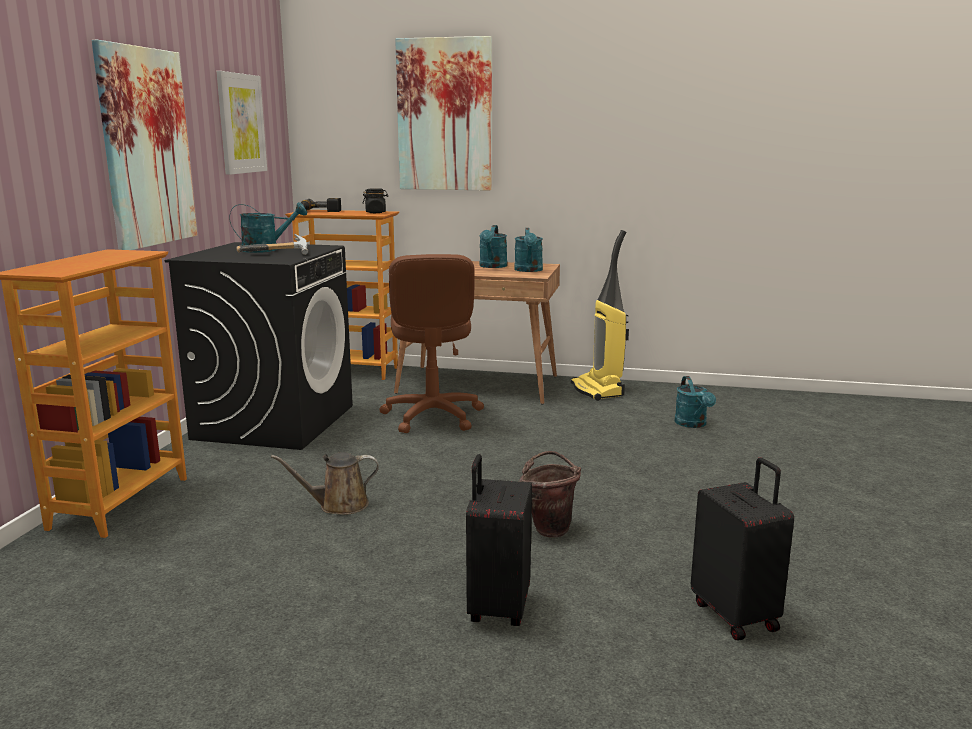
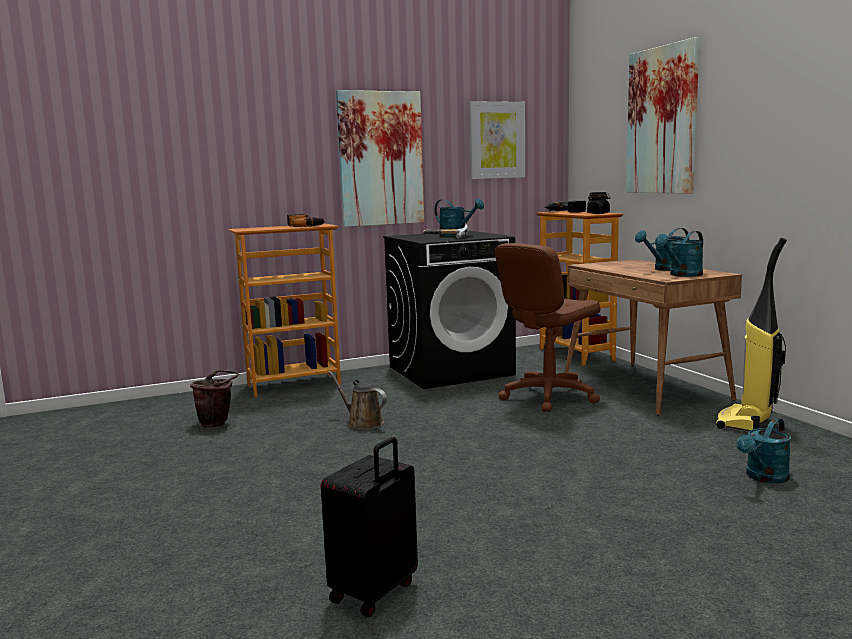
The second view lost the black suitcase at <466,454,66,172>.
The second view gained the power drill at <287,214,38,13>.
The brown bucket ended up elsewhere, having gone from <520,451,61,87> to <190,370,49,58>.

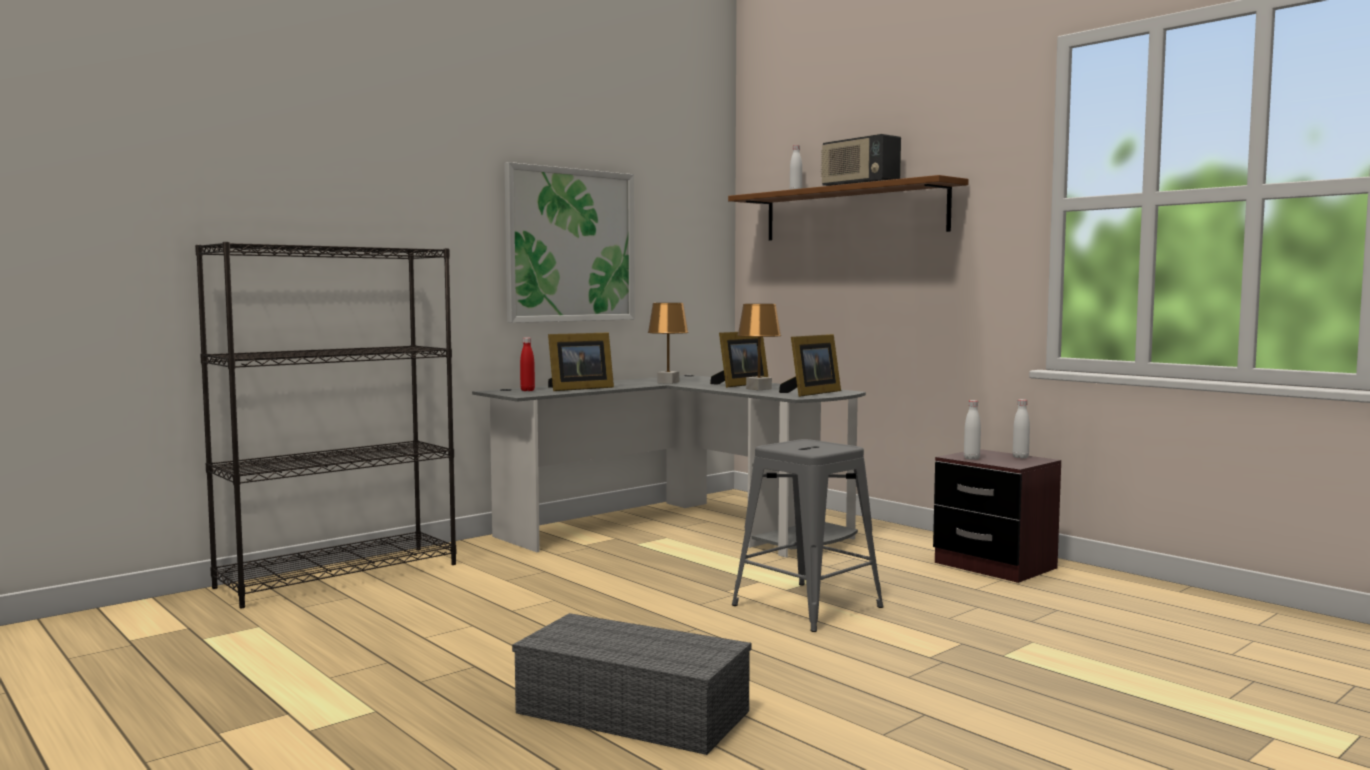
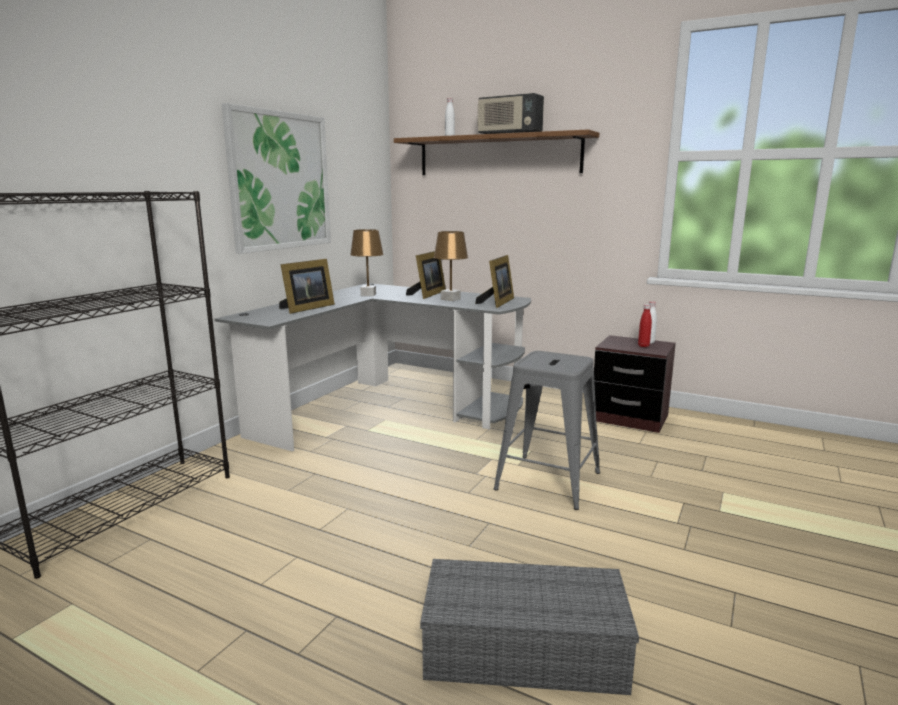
The second view lost the white bottle at <964,400,17,60>.
The red bottle ended up elsewhere, having gone from <520,338,15,53> to <638,304,14,43>.

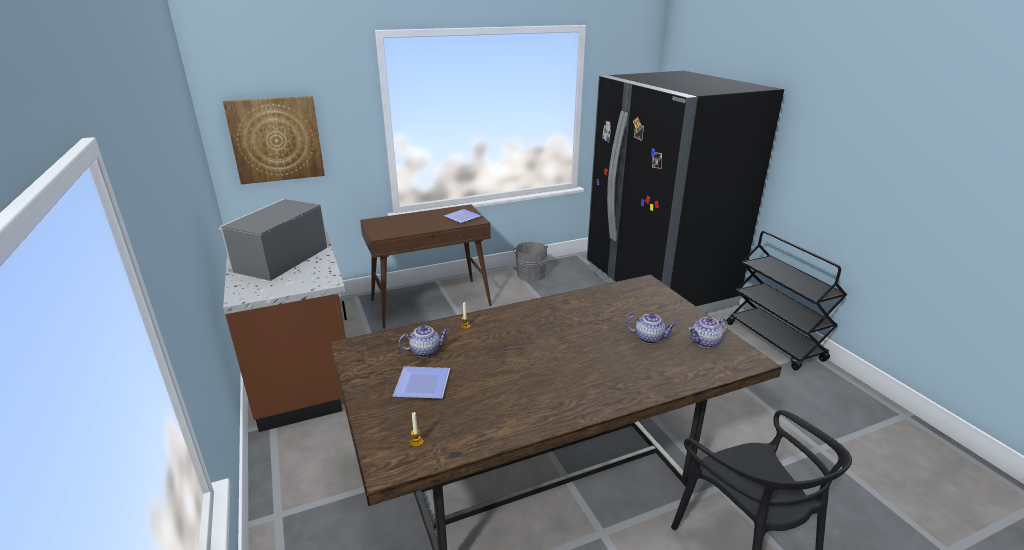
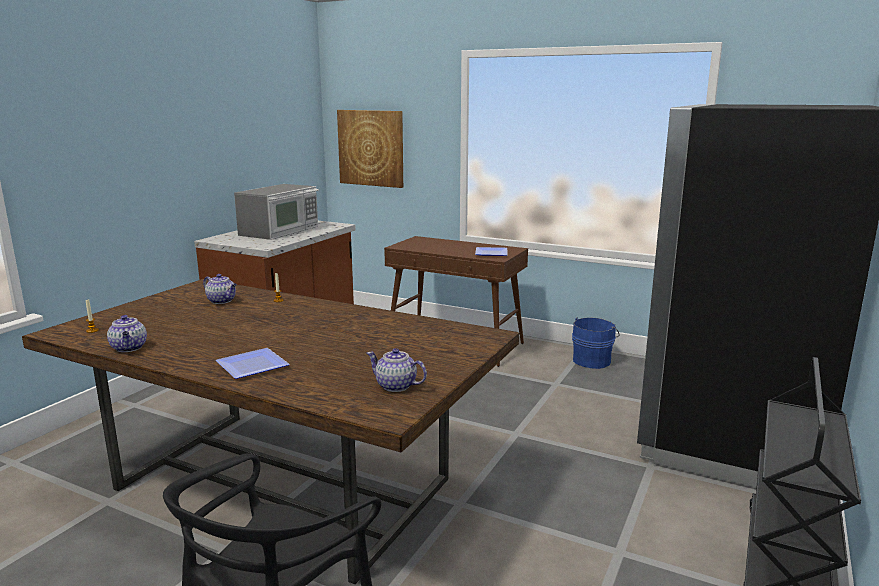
The plate ended up elsewhere, having gone from <393,366,57,33> to <215,348,75,31>.
The teapot ended up elsewhere, having gone from <626,313,51,31> to <107,315,40,37>.
What was the grey bucket at <513,242,35,39> turned into the blue bucket at <572,317,47,52>.
The microwave at <218,199,109,82> ended up facing another way, 135 degrees clockwise from before.

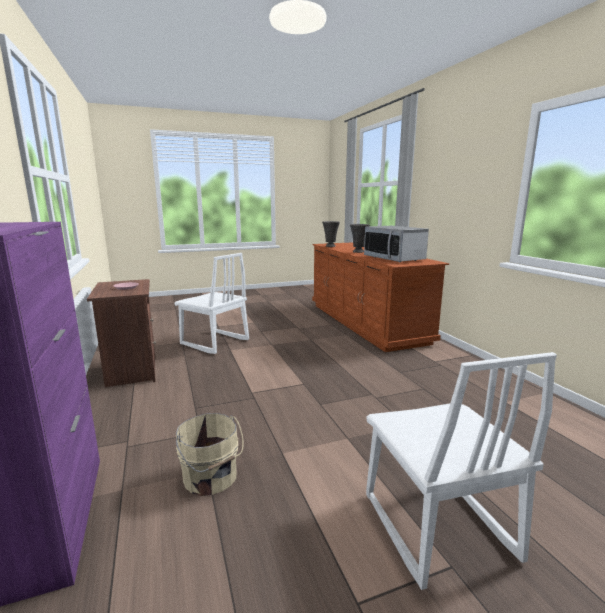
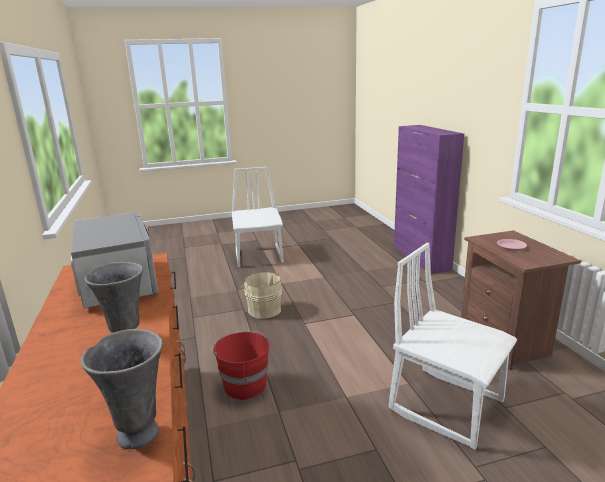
The second view gained the red bucket at <212,331,58,69>.
The beige bucket ended up elsewhere, having gone from <176,413,67,83> to <241,272,41,47>.

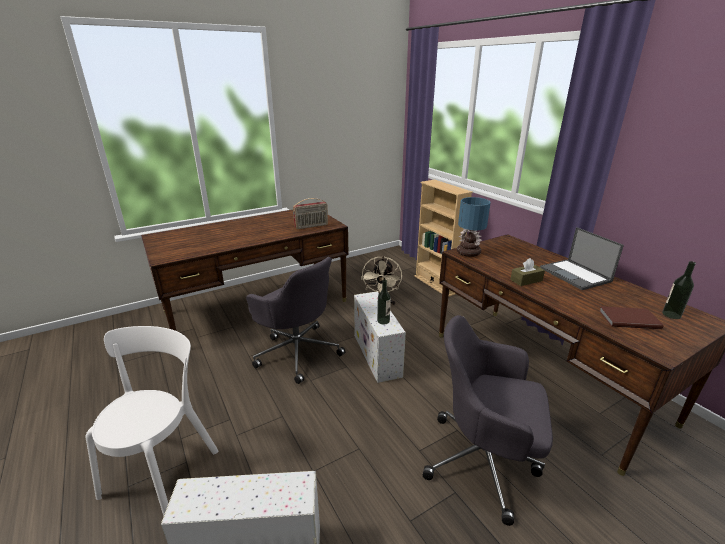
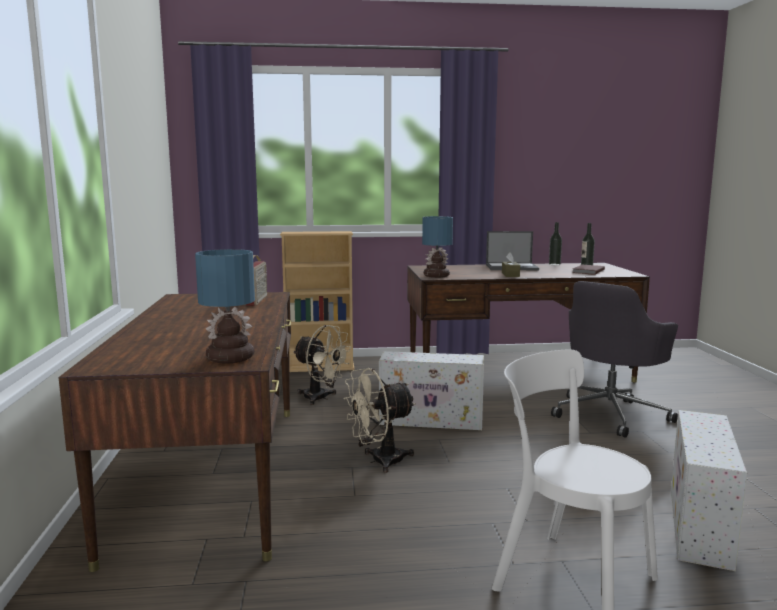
The second view gained the table lamp at <195,249,60,114>.
The bottle ended up elsewhere, having gone from <377,280,14,45> to <549,222,13,43>.
Where the grey office chair stood at <246,257,100,127>, the beige fan came to stand at <344,368,71,105>.

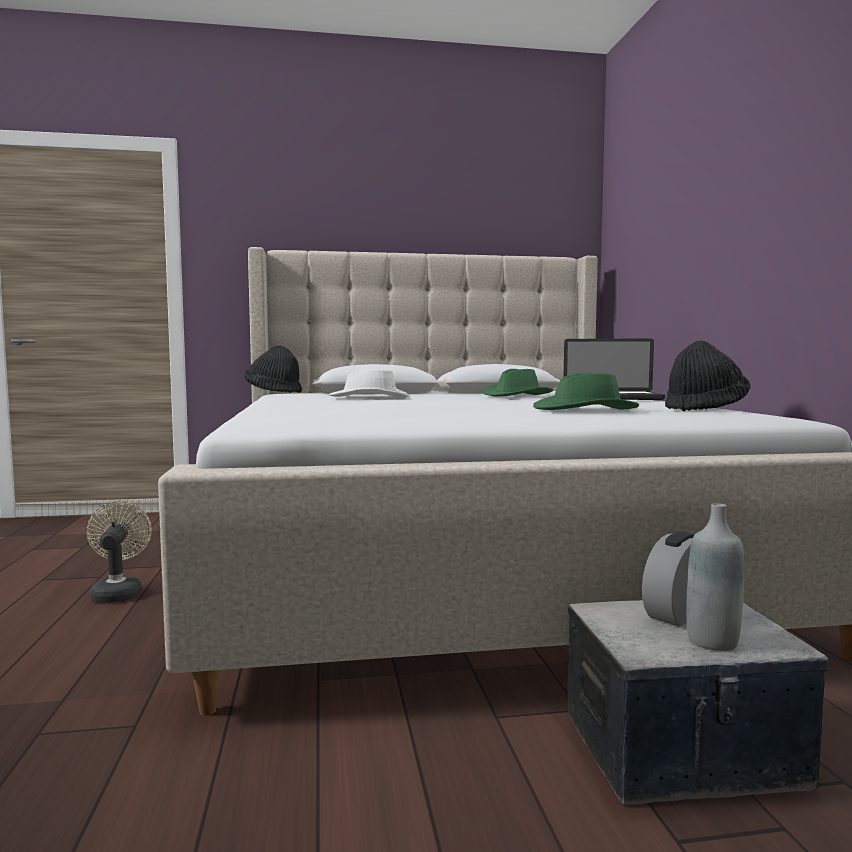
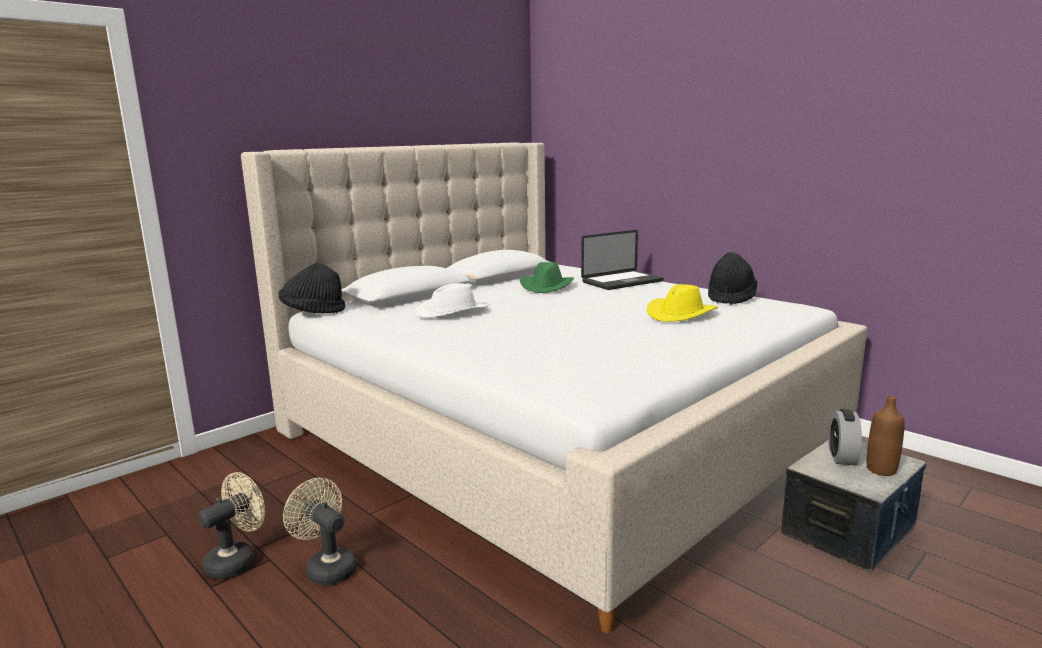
The second view gained the beige fan at <198,472,67,107>.
What was the green hat at <533,372,106,38> turned into the yellow hat at <647,284,71,38>.
What was the grey bottle at <686,503,58,148> turned into the brown bottle at <866,396,39,80>.

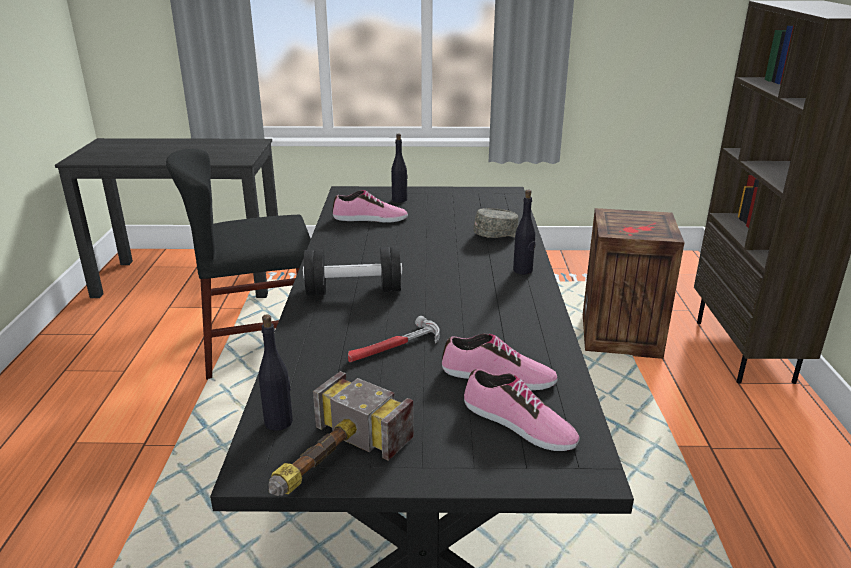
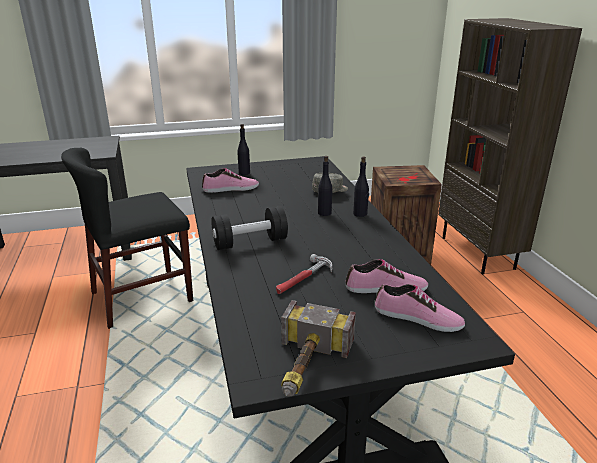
The black bottle ended up elsewhere, having gone from <259,314,34,117> to <318,156,14,60>.

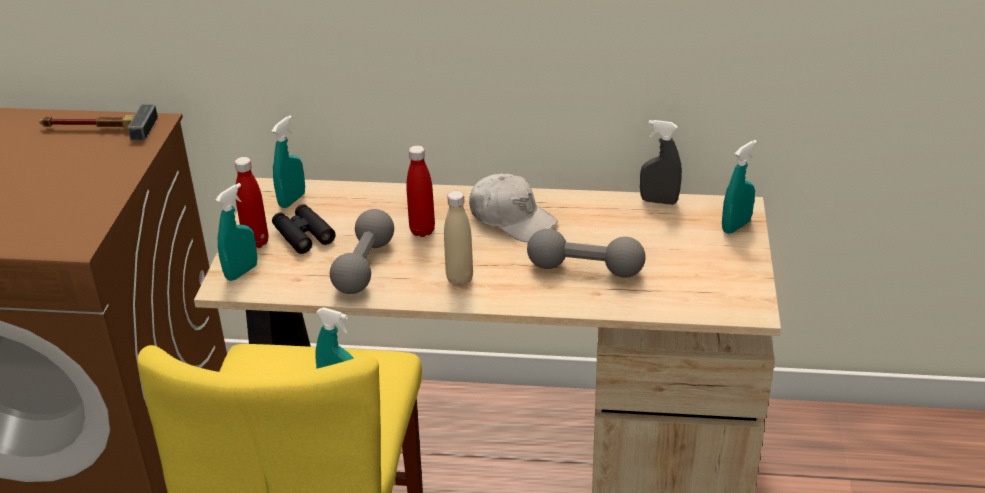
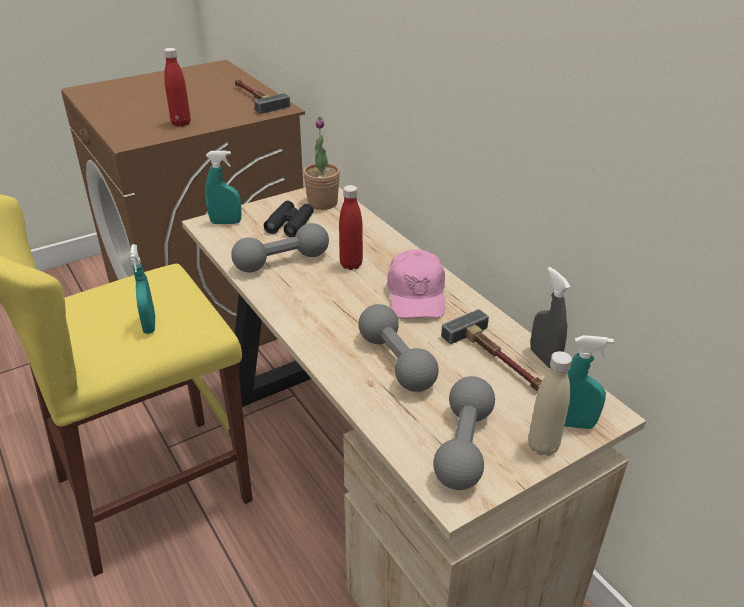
The second view gained the grey dumbbell at <433,376,62,114>.
The second view gained the hammer at <441,309,101,82>.
The red bottle ended up elsewhere, having gone from <235,157,34,91> to <164,48,27,79>.
The beige bottle ended up elsewhere, having gone from <444,191,29,95> to <528,351,44,105>.
Where the turquoise spray bottle stood at <272,115,33,93>, the potted plant came to stand at <303,117,37,93>.
What was the white cap at <469,173,89,69> turned into the pink cap at <387,249,58,69>.

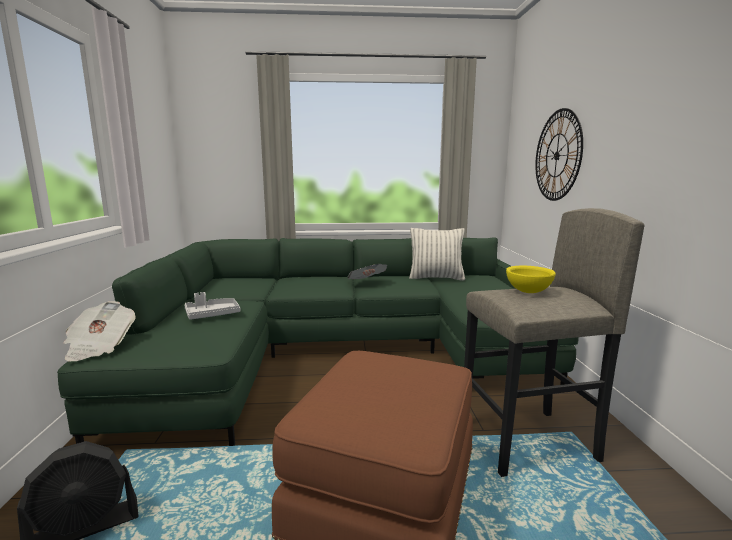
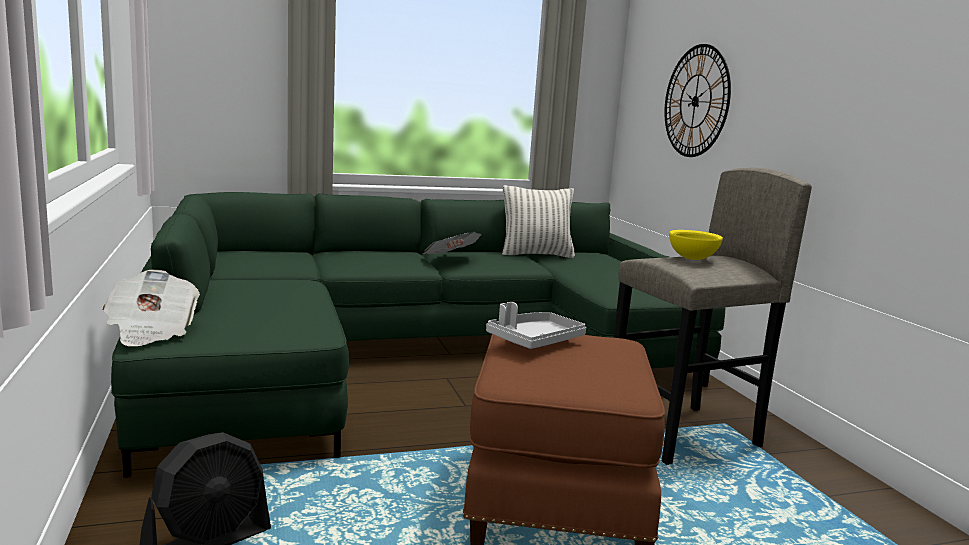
The grey tray ended up elsewhere, having gone from <184,292,56,28> to <486,302,100,47>.

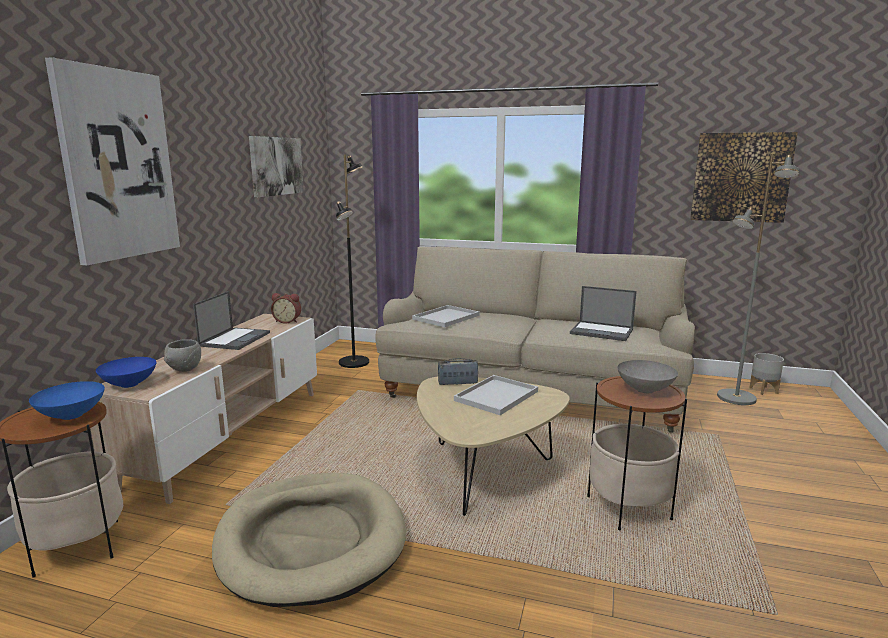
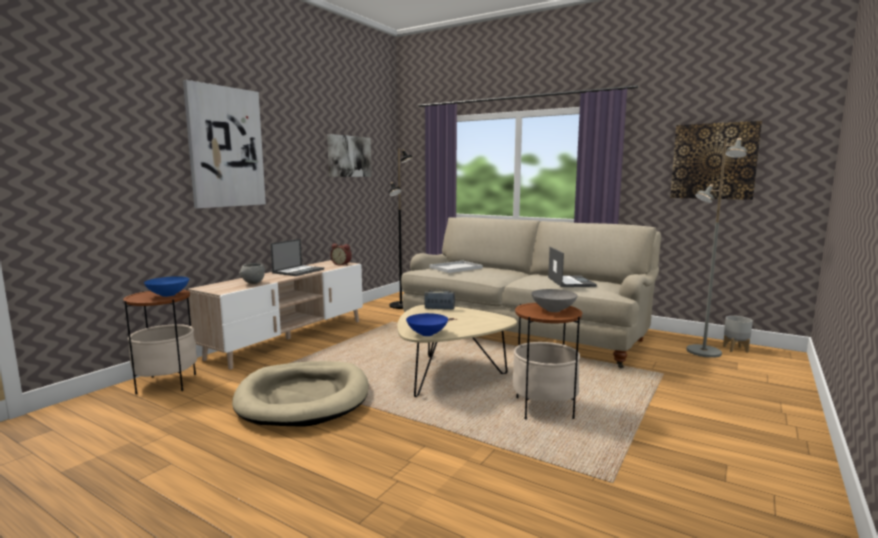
The second view lost the white tray at <454,375,84,40>.
The blue bowl ended up elsewhere, having gone from <96,357,60,31> to <406,313,42,23>.
The laptop at <570,286,67,55> ended up facing another way, 135 degrees counterclockwise from before.

